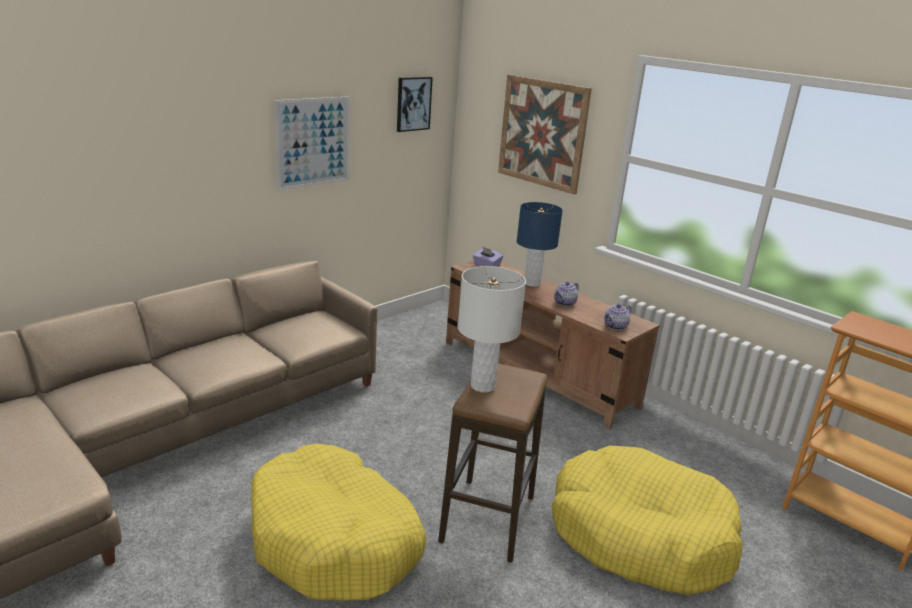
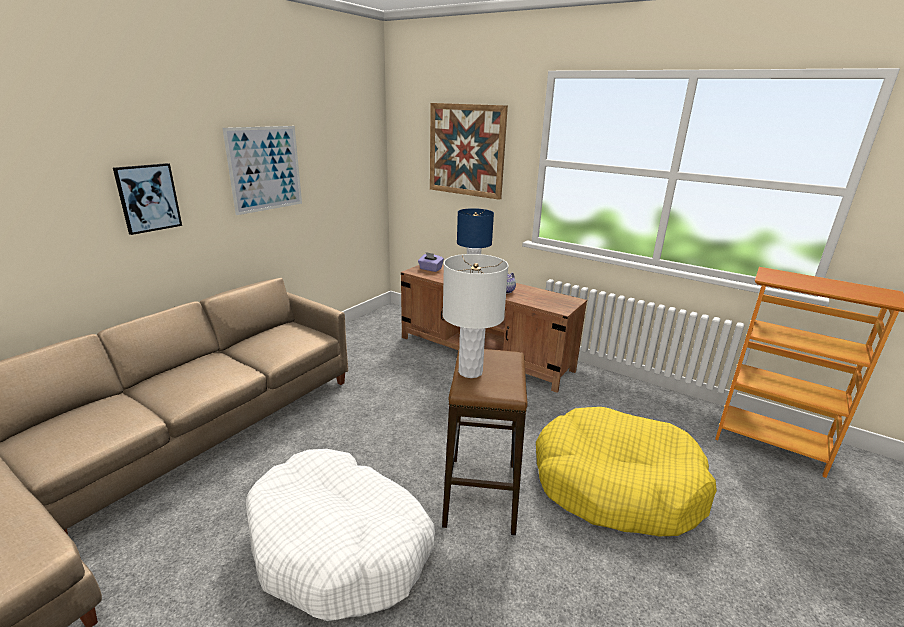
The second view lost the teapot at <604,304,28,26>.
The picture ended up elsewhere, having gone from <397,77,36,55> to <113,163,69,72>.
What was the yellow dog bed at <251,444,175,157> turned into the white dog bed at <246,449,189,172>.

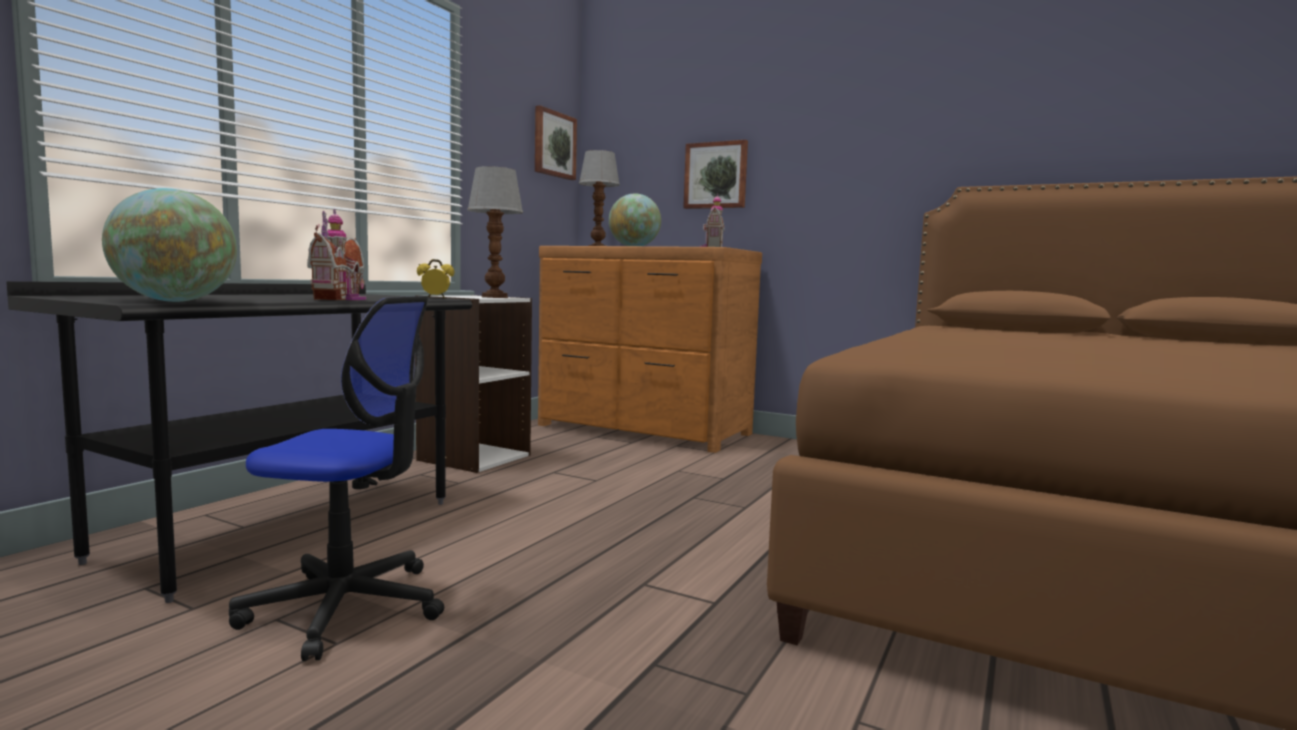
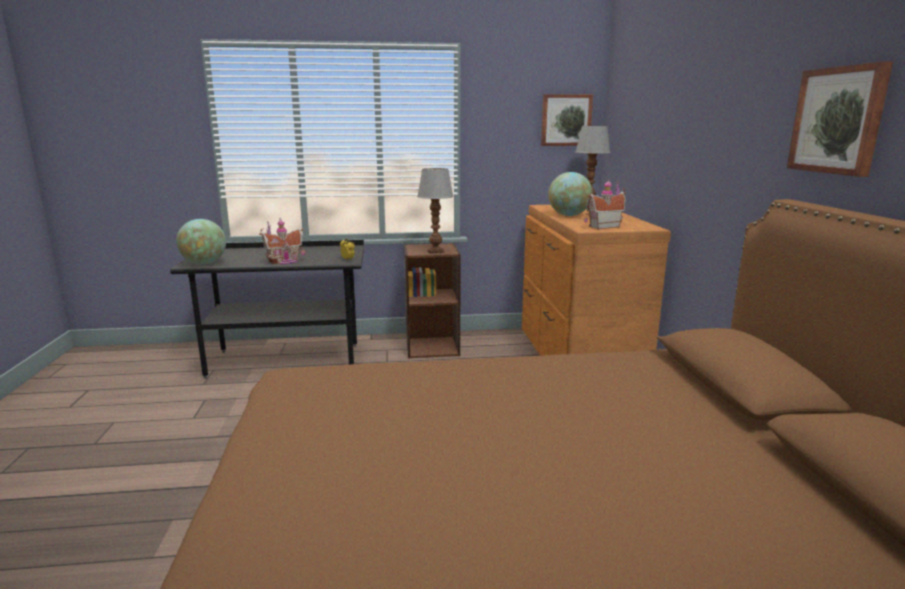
The second view lost the office chair at <229,296,215,365>.
The picture ended up elsewhere, having gone from <683,140,65,69> to <787,61,106,116>.
What was the white bookcase at <415,295,117,178> turned into the brown bookcase at <404,243,57,115>.

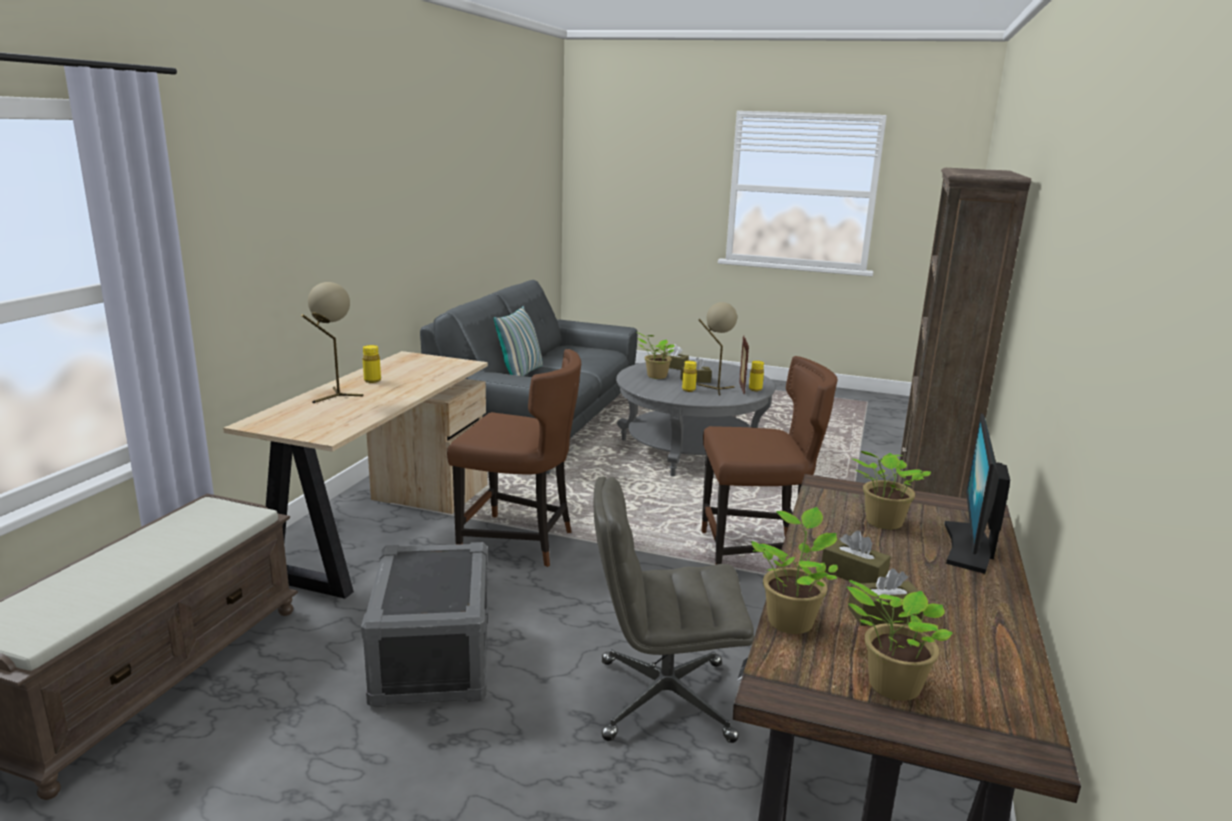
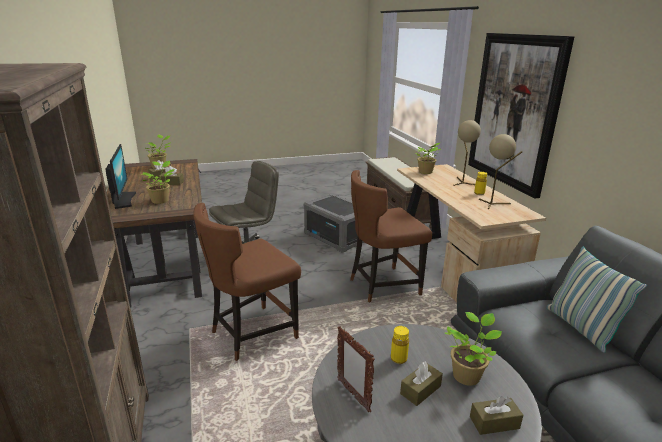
The second view lost the yellow bottle at <749,361,15,30>.
The second view gained the picture at <468,33,107,165>.
The beige table lamp ended up elsewhere, having gone from <697,302,40,93> to <479,134,43,75>.
The potted plant ended up elsewhere, having gone from <751,507,87,127> to <416,143,25,31>.

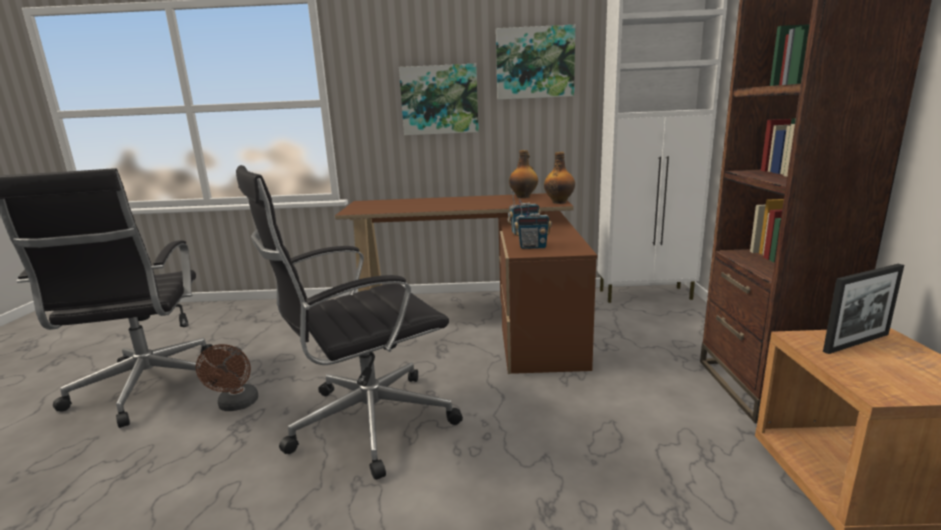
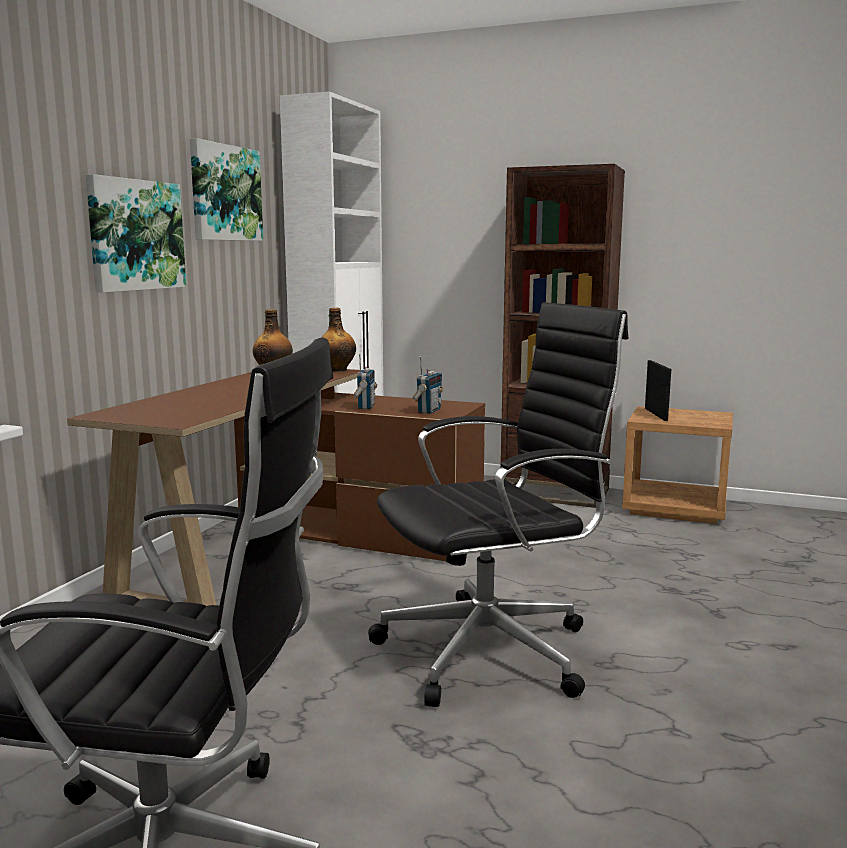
The second view lost the brown fan at <196,344,63,67>.
The black office chair at <236,165,227,315> ended up facing another way, 105 degrees counterclockwise from before.

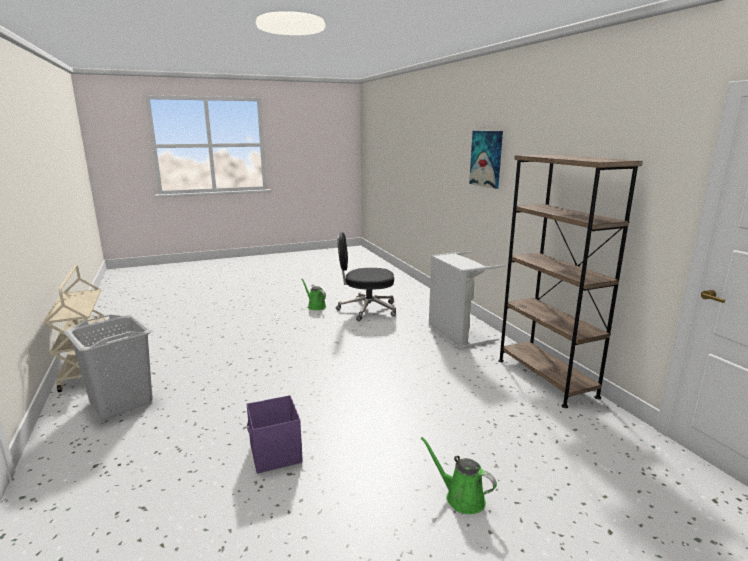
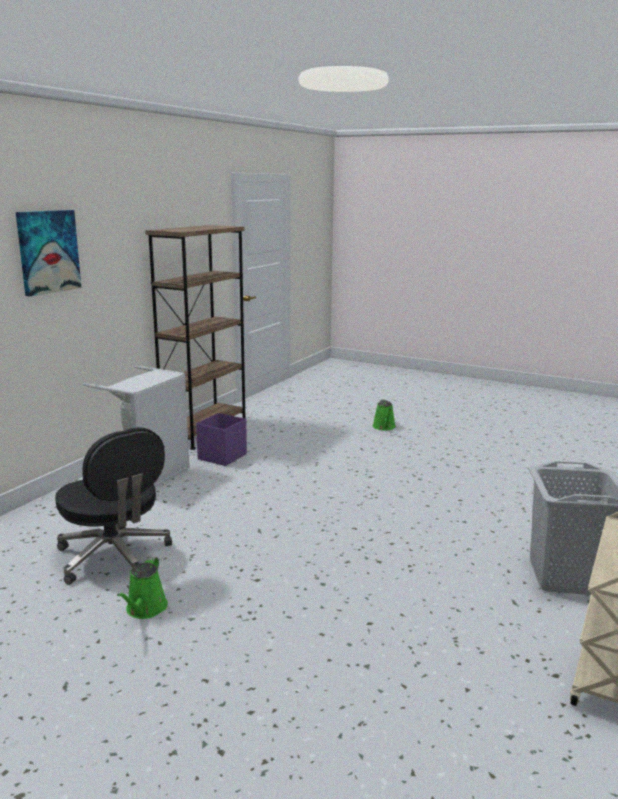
The purple storage box ended up elsewhere, having gone from <247,395,56,78> to <196,413,51,53>.

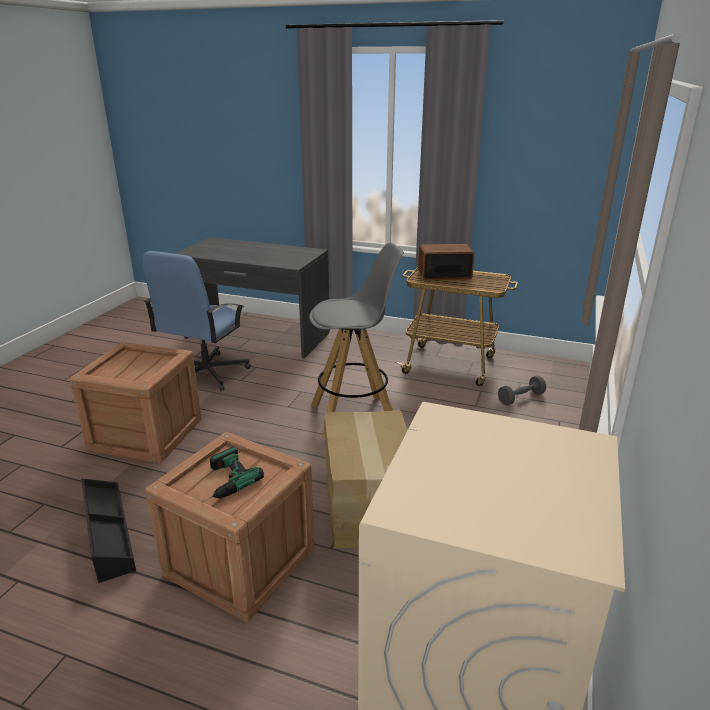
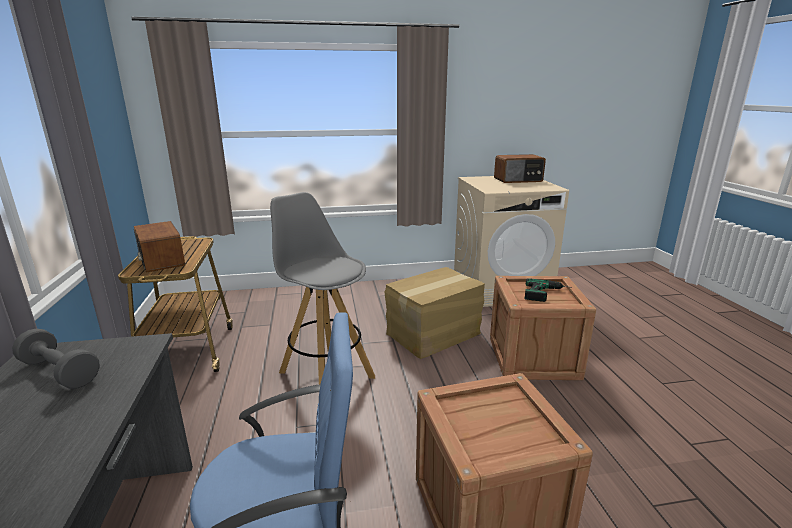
The second view lost the black storage box at <81,479,55,104>.
The second view gained the radio at <494,154,52,29>.
The grey dumbbell ended up elsewhere, having gone from <498,375,48,30> to <12,328,88,61>.

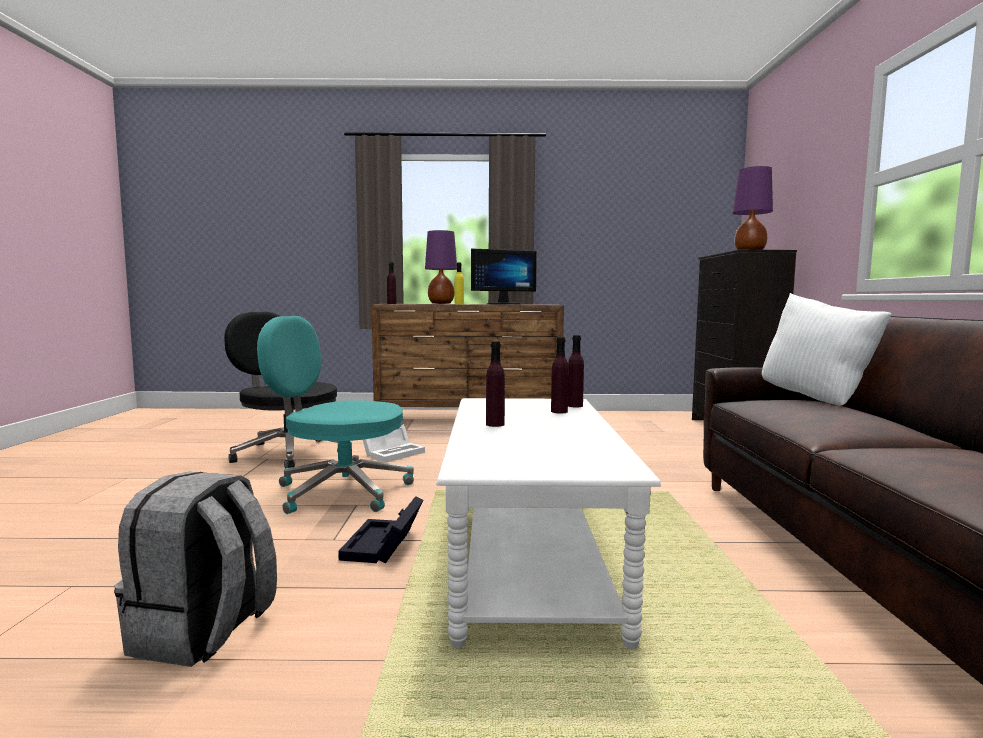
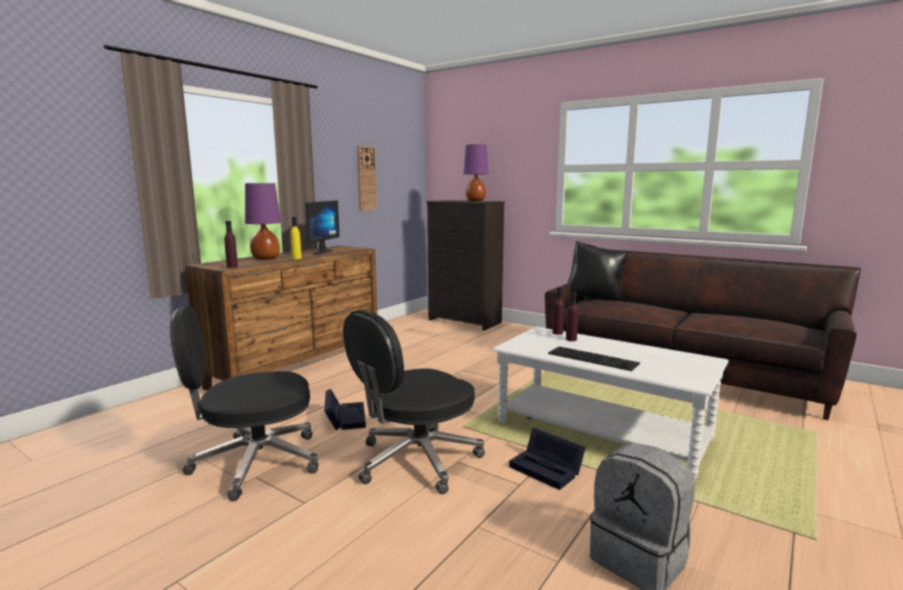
The second view gained the wall clock at <357,146,20,65>.
Where the purple bottle stood at <486,341,19,86>, the keyboard came to stand at <548,347,92,24>.
What was the turquoise office chair at <257,316,157,198> turned into the black office chair at <343,309,142,185>.
What was the white storage box at <363,424,62,39> turned into the black storage box at <324,389,42,41>.
What was the white pillow at <762,293,129,113> turned into the black pillow at <568,241,61,60>.

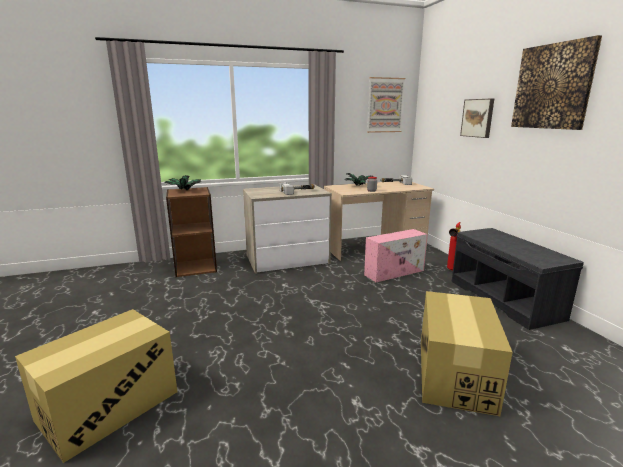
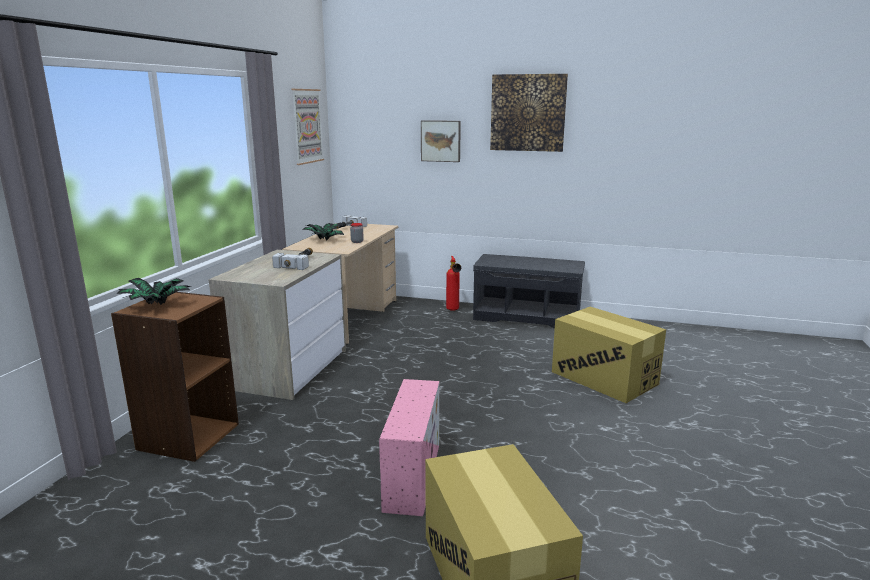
The pink storage box ended up elsewhere, having gone from <364,229,63,53> to <379,379,60,137>.

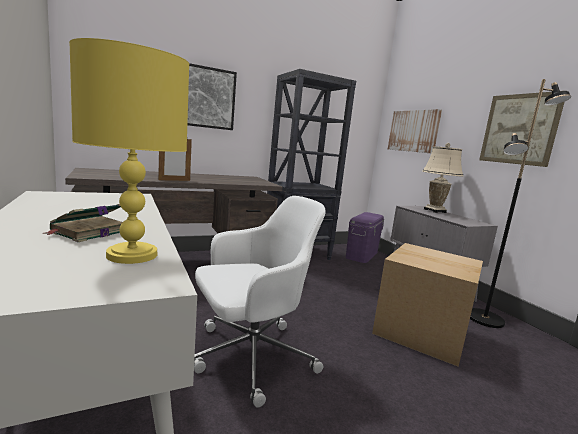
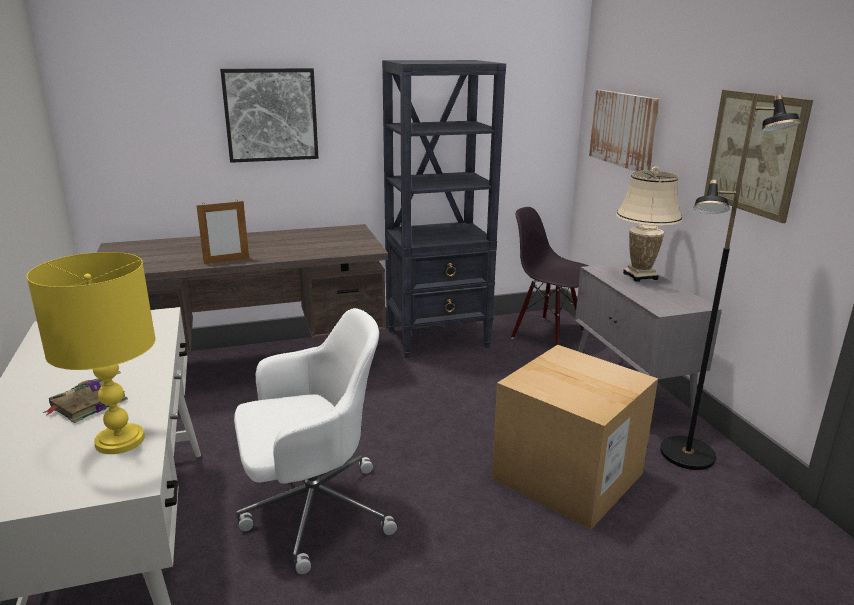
Where the purple storage box stood at <346,212,38,51>, the black chair came to stand at <511,207,77,138>.

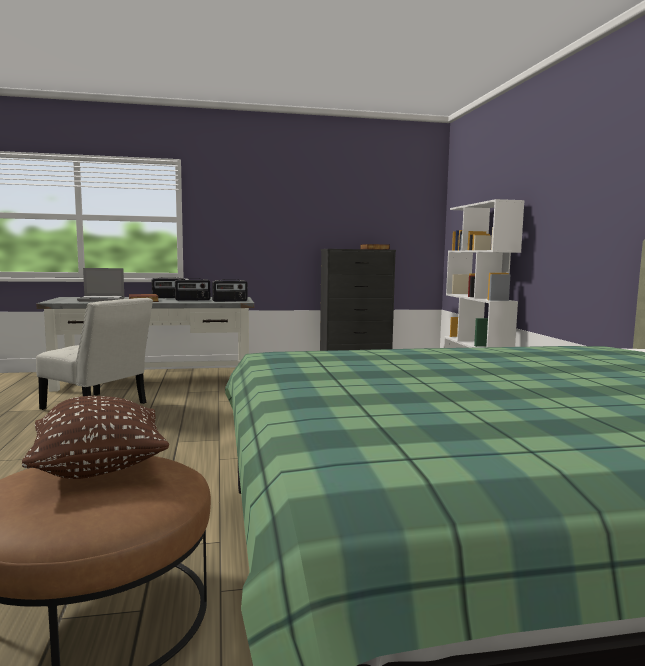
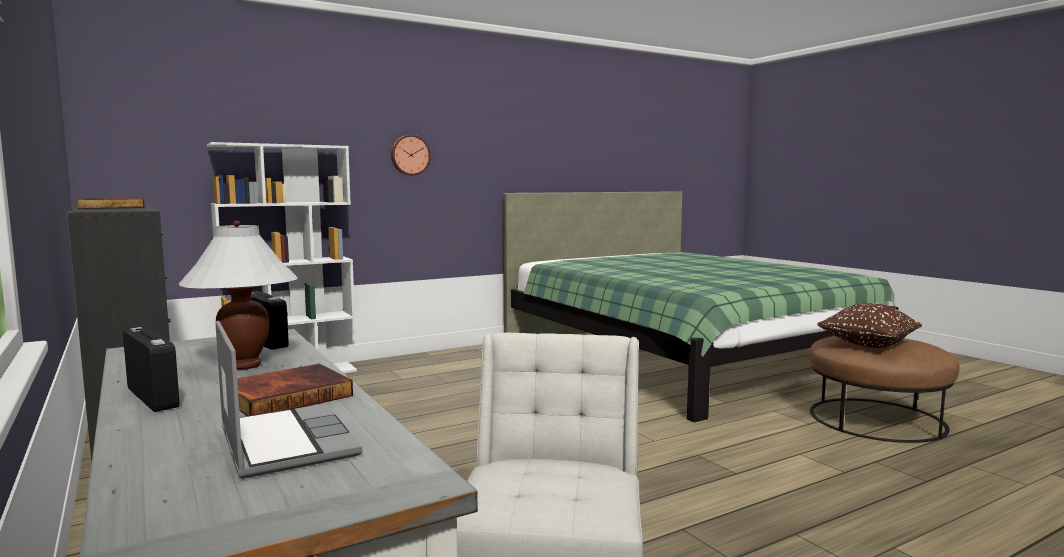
The second view gained the wall clock at <391,135,40,40>.
Where the radio stood at <175,278,35,23>, the white table lamp came to stand at <179,221,119,149>.

